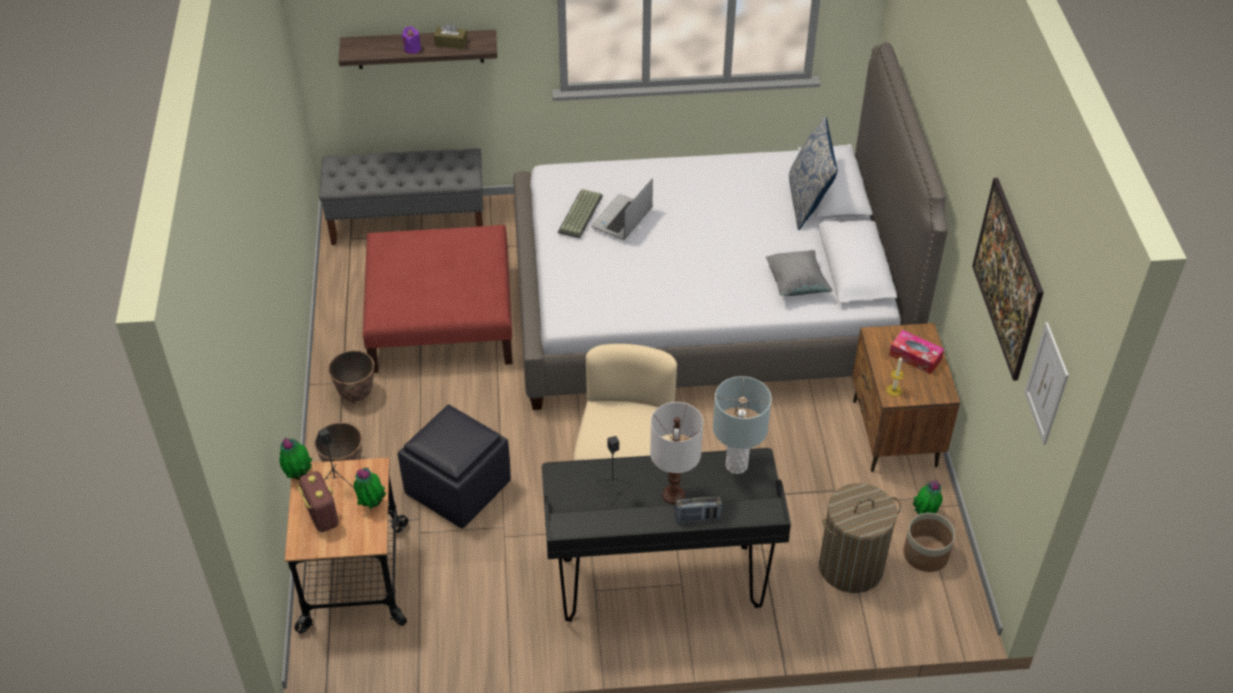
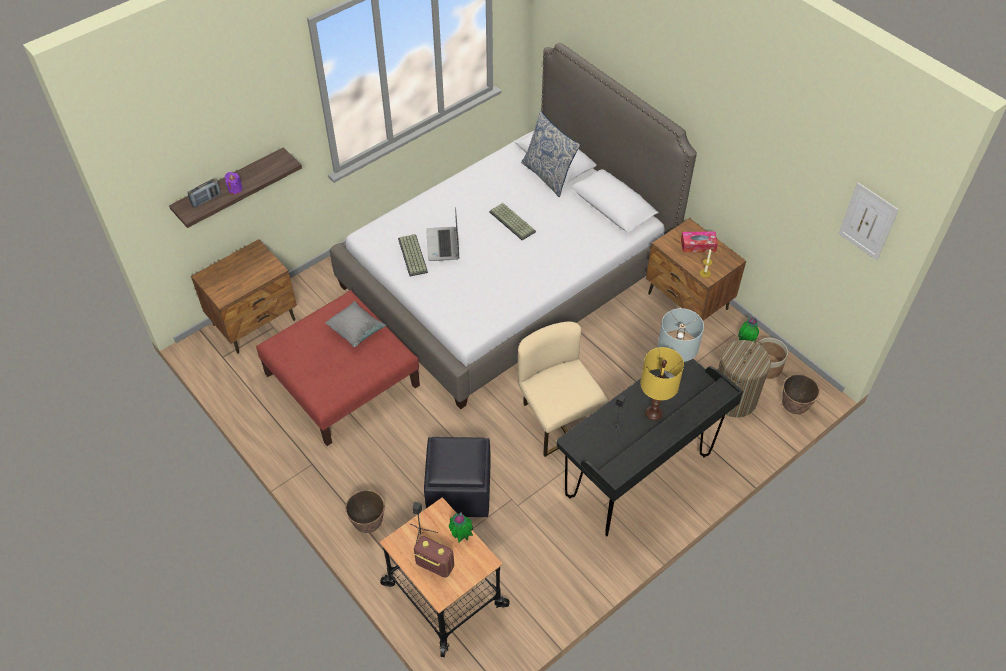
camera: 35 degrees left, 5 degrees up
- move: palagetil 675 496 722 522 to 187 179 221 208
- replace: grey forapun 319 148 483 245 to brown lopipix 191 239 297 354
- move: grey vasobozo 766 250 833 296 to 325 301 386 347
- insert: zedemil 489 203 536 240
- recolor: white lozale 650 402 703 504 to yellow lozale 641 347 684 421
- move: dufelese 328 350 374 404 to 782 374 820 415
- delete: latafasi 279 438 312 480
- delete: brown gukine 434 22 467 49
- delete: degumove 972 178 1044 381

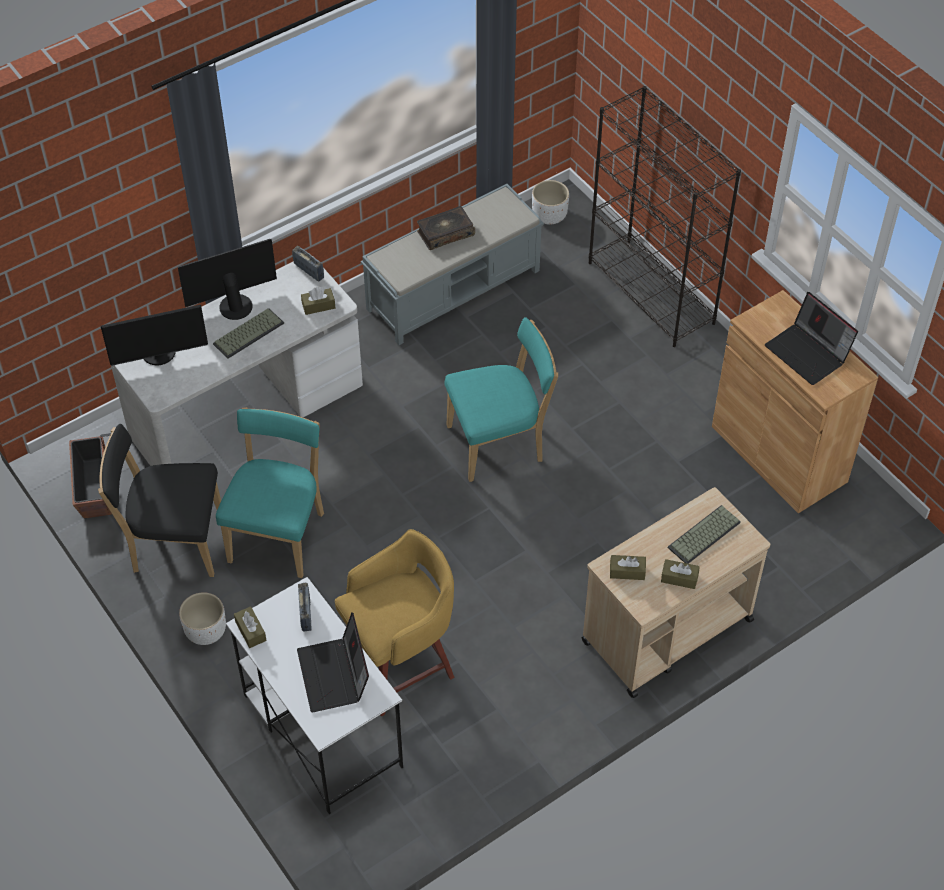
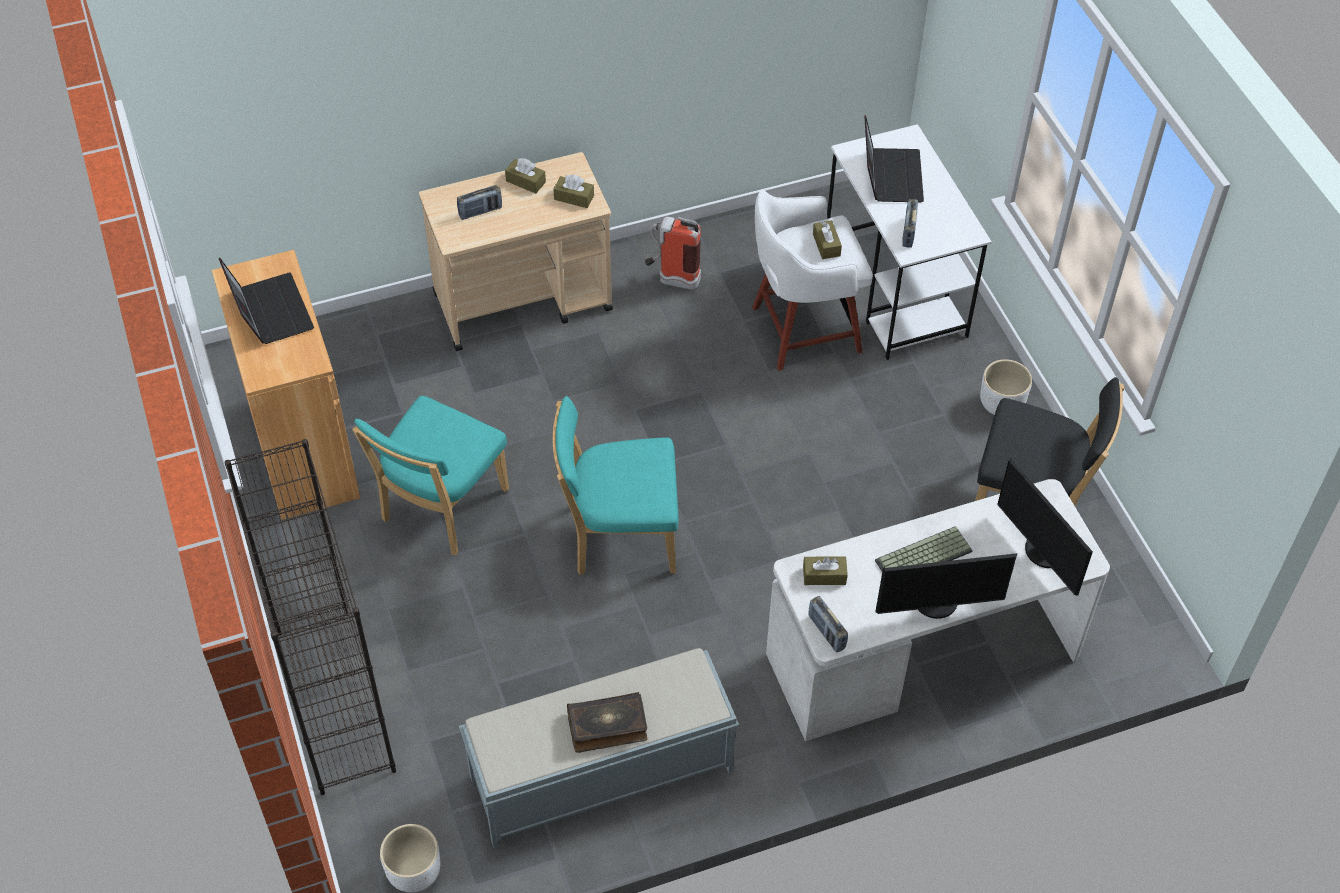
camera: 165 degrees left, 0 degrees up
- move: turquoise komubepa 216 407 324 578 to 352 396 509 555
- replace: zedemil 668 505 741 564 to palagetil 457 185 502 220
- insert: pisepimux 645 216 701 290
- recolor: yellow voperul 335 529 455 716 to white voperul 752 190 873 371
- move: brown gukine 234 606 267 648 to 813 220 842 259
- rotate: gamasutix 101 305 208 366 = 997 458 1093 596 120 degrees counterclockwise
- delete: dufelese 69 433 112 518

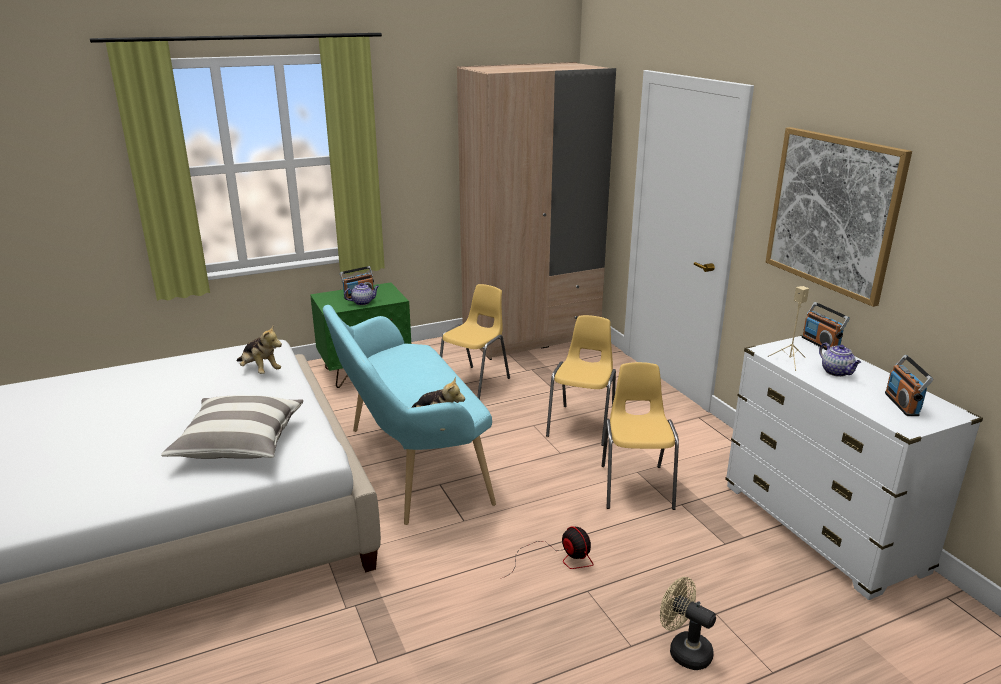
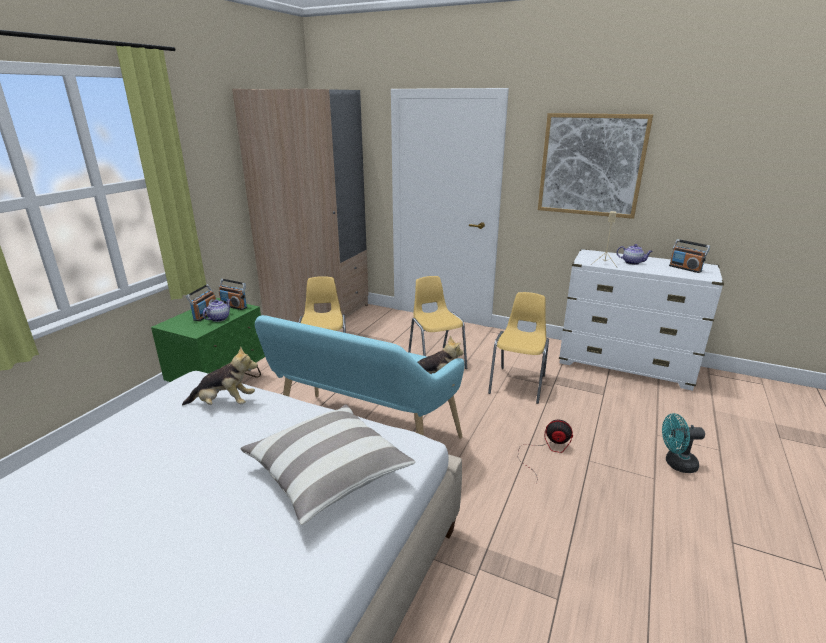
camera: 40 degrees left, 0 degrees up
- move: palagetil 802 302 850 350 to 219 279 247 310
- rotate: yellow komubepa 602 362 679 510 = 488 292 549 404 60 degrees clockwise
- recolor: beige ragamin 660 577 716 670 to turquoise ragamin 662 413 705 473

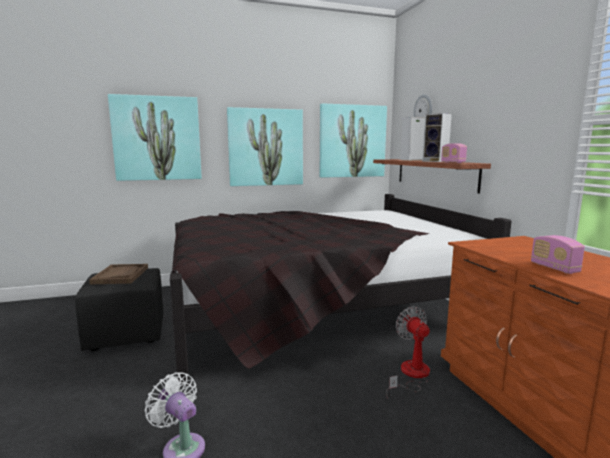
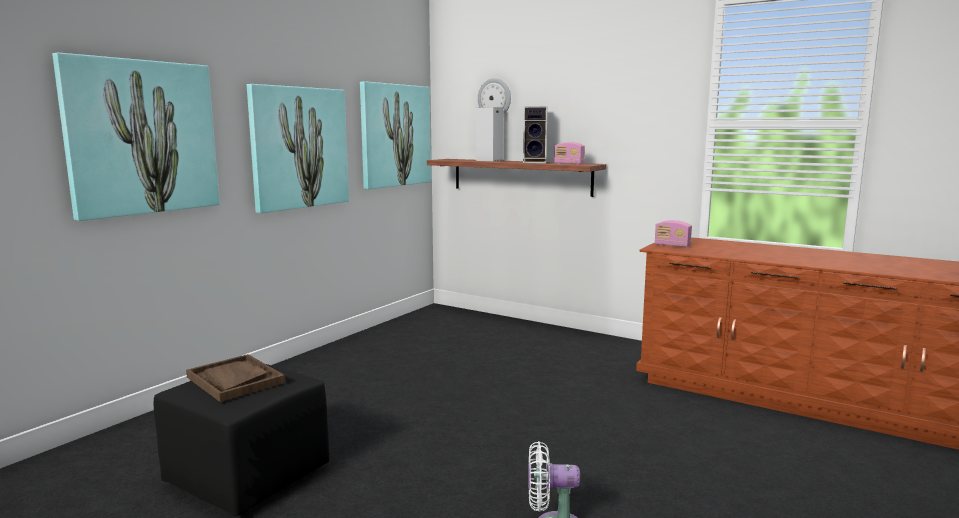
camera: 40 degrees left, 0 degrees up
- move: palagetil 531 235 585 274 to 655 220 692 248
- delete: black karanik 170 194 512 387
- delete: ragamin 386 306 430 399

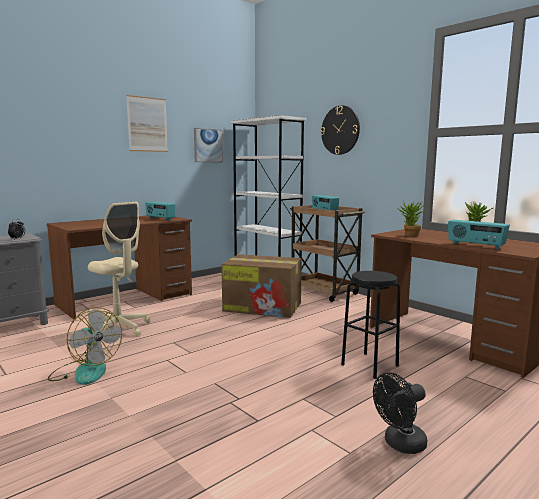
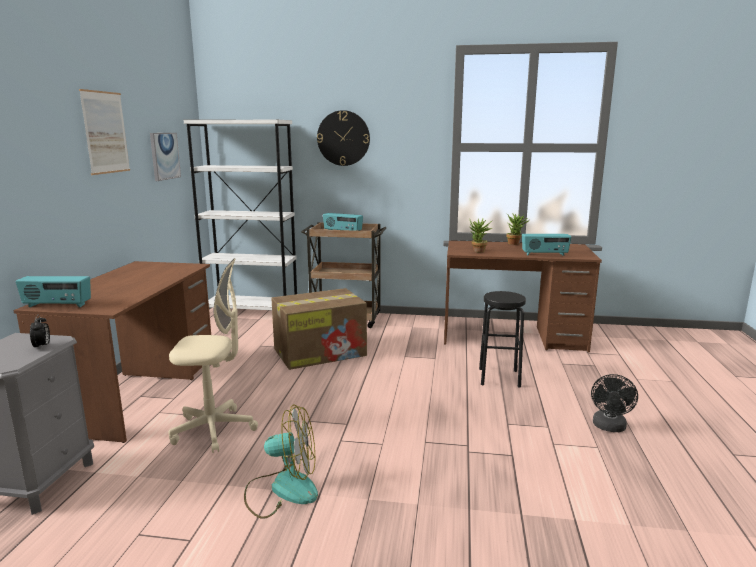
camera: 40 degrees left, 5 degrees up
- move: palagetil 145 202 175 221 to 16 276 91 307

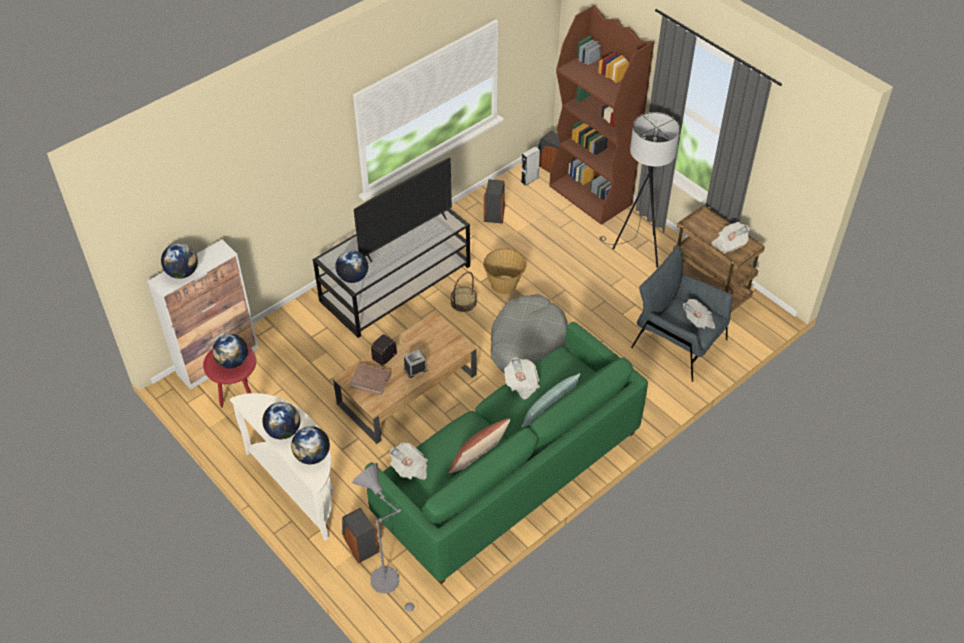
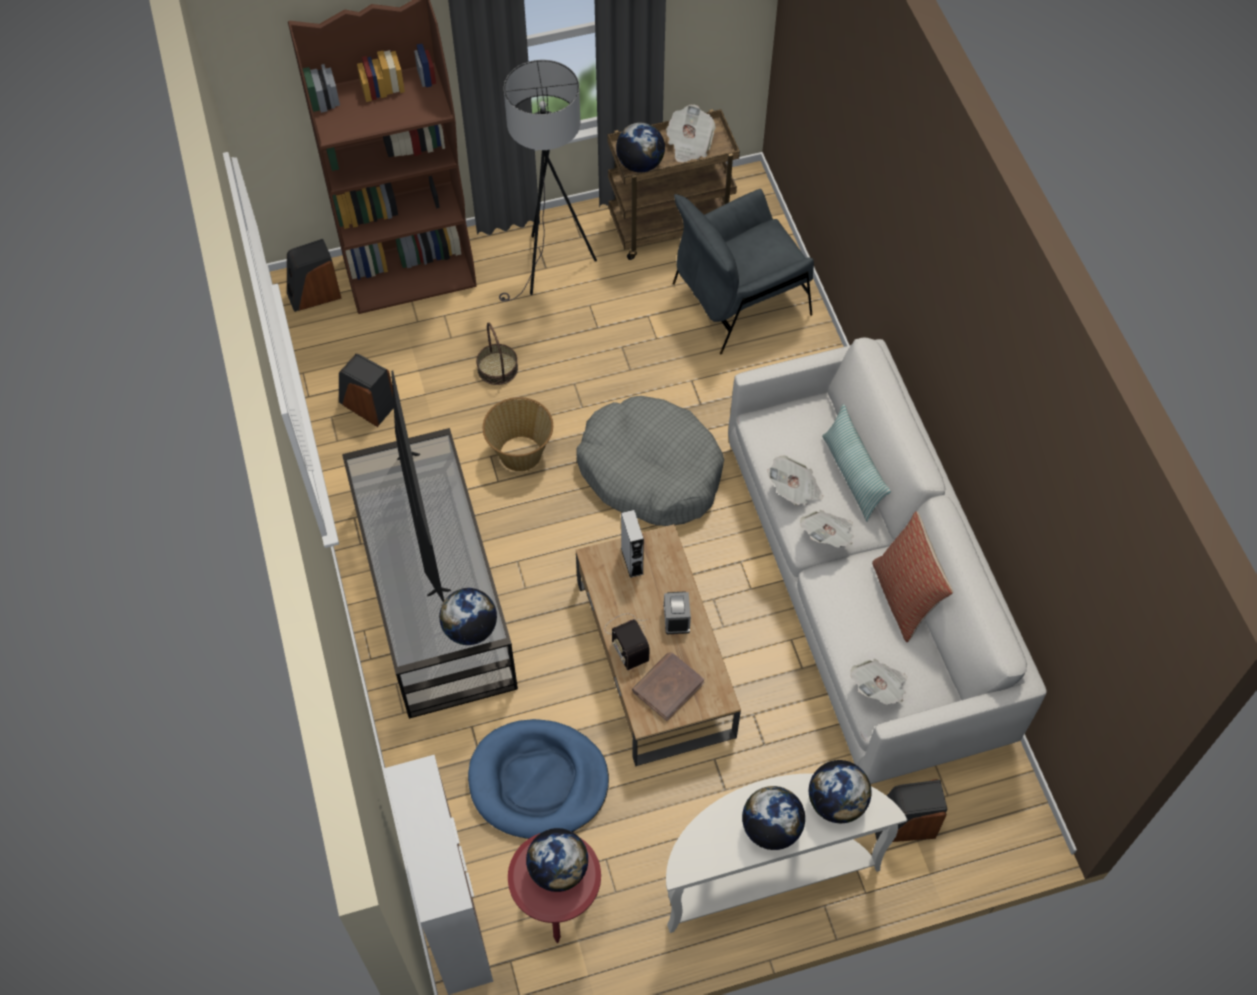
camera: 65 degrees left, 10 degrees up
- insert: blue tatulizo 468 719 609 839
- move: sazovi 450 272 477 312 to 476 322 518 385
- move: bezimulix 161 243 198 279 to 616 123 665 173
- move: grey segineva 521 146 540 186 to 621 510 644 578
- recolor: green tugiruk 365 322 648 584 to white tugiruk 728 338 1047 784
- move: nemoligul 683 299 715 329 to 800 510 854 548
- delete: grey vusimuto 352 463 418 612

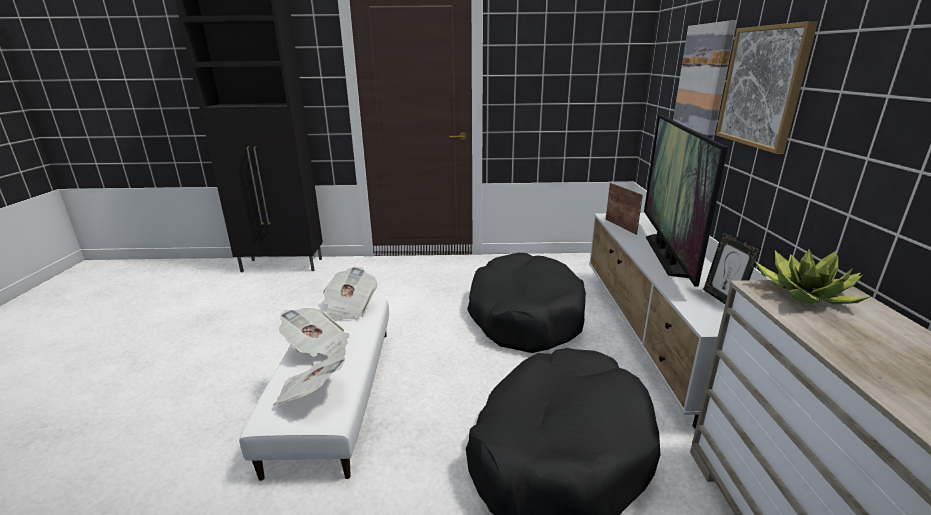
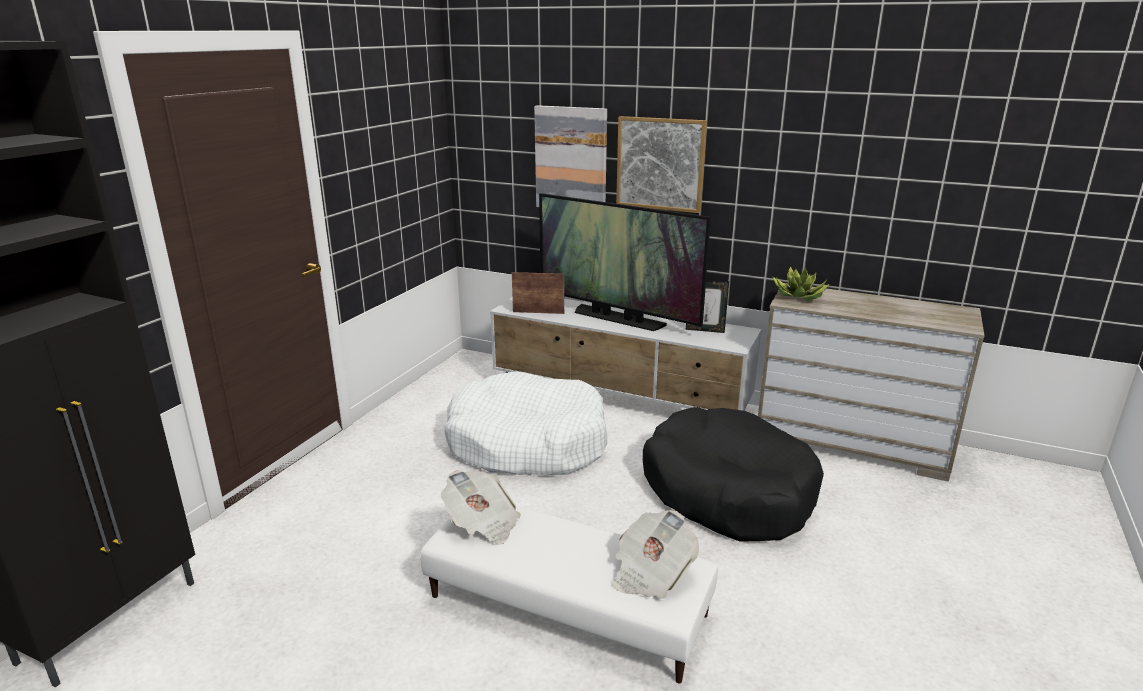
camera: 65 degrees left, 0 degrees up
- recolor: black tatulizo 467 253 586 353 to white tatulizo 444 372 607 475
- delete: nemoligul 279 308 349 357

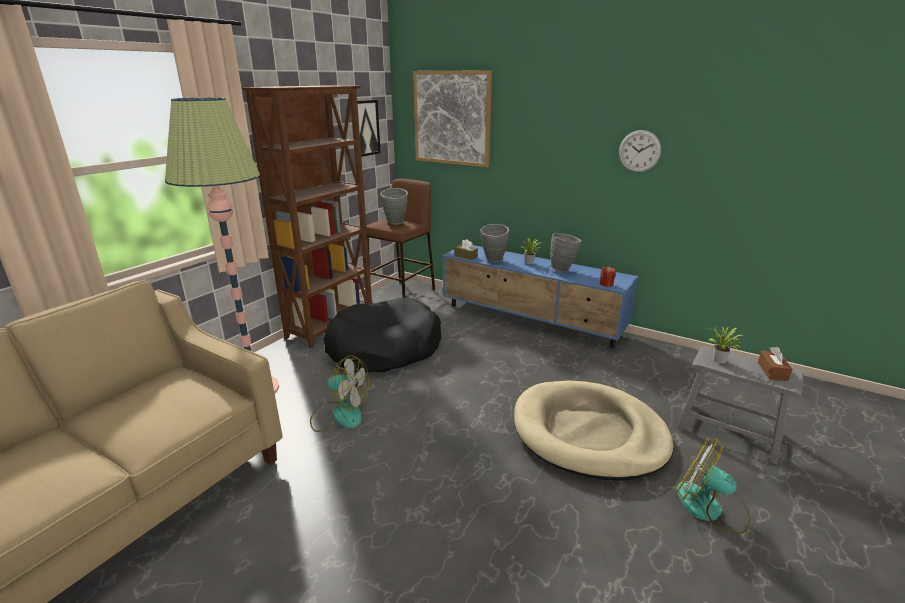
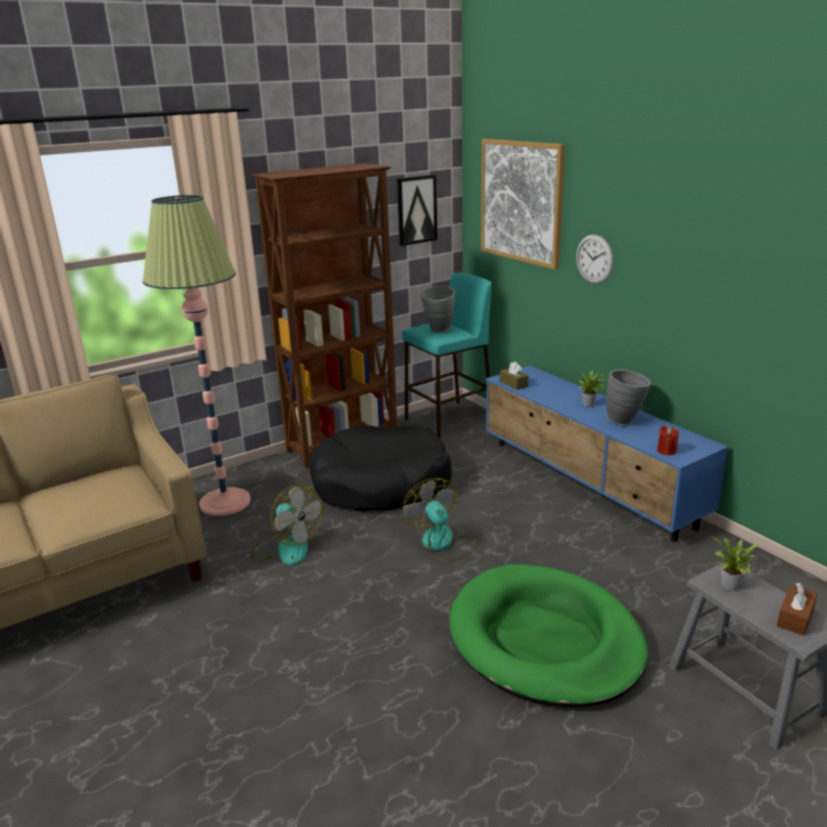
camera: 25 degrees right, 0 degrees up
- recolor: brown voperul 366 179 435 298 to turquoise voperul 402 272 492 439
- move: ragamin 677 438 750 534 to 403 478 479 562
- recolor: beige tatulizo 514 381 674 481 to green tatulizo 450 564 648 707
- move: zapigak 619 130 661 172 to 576 234 613 284
- delete: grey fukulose 480 224 509 263

